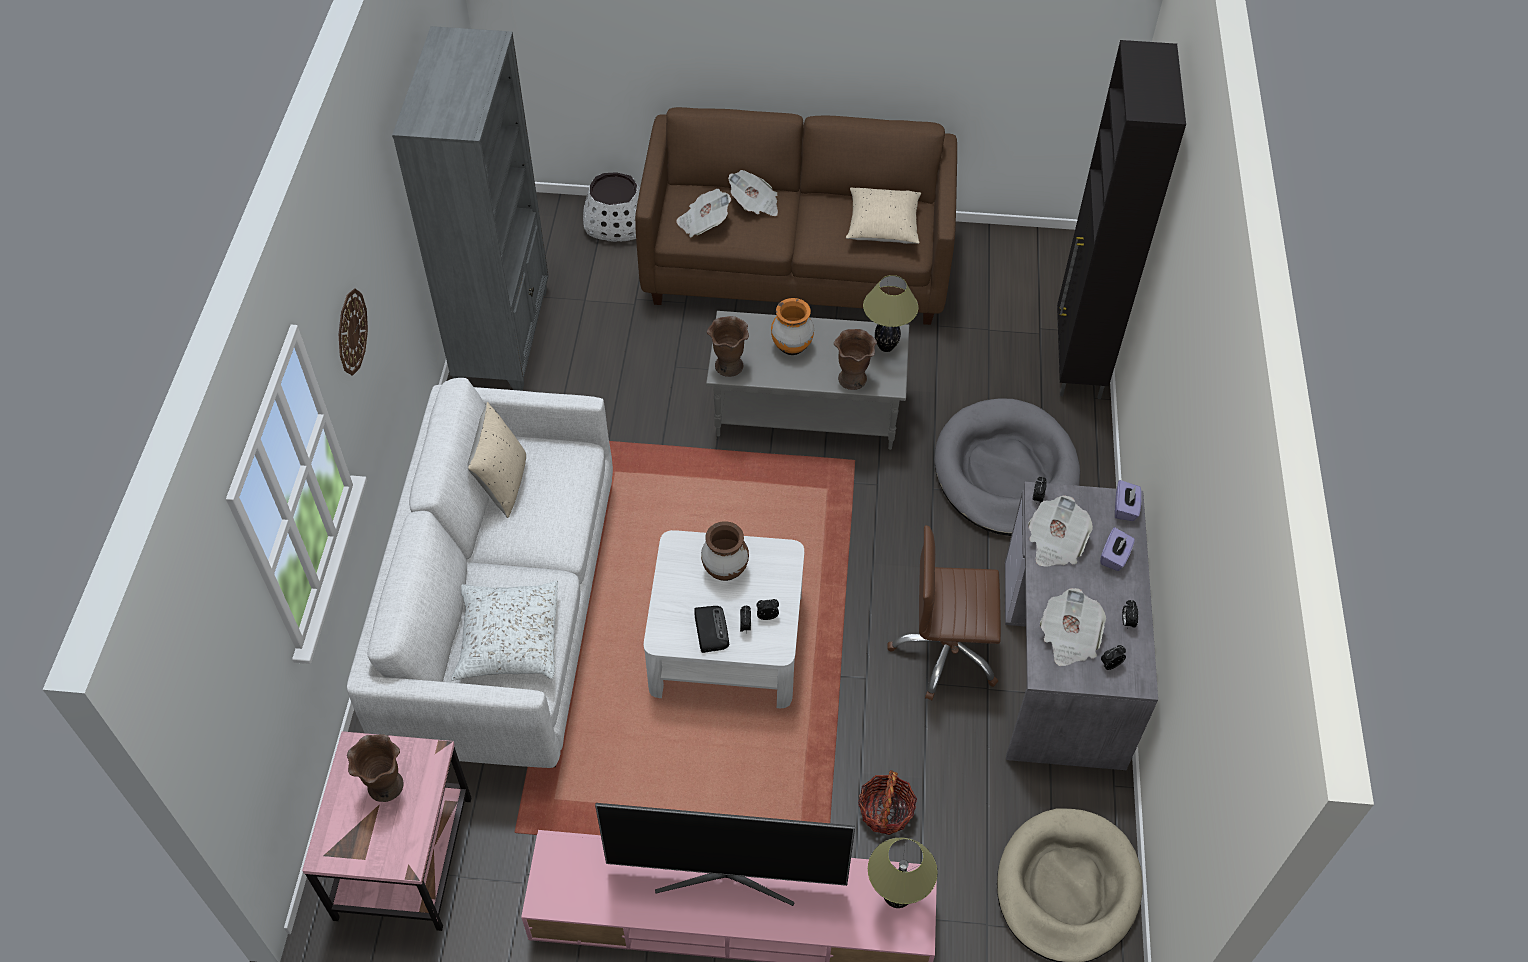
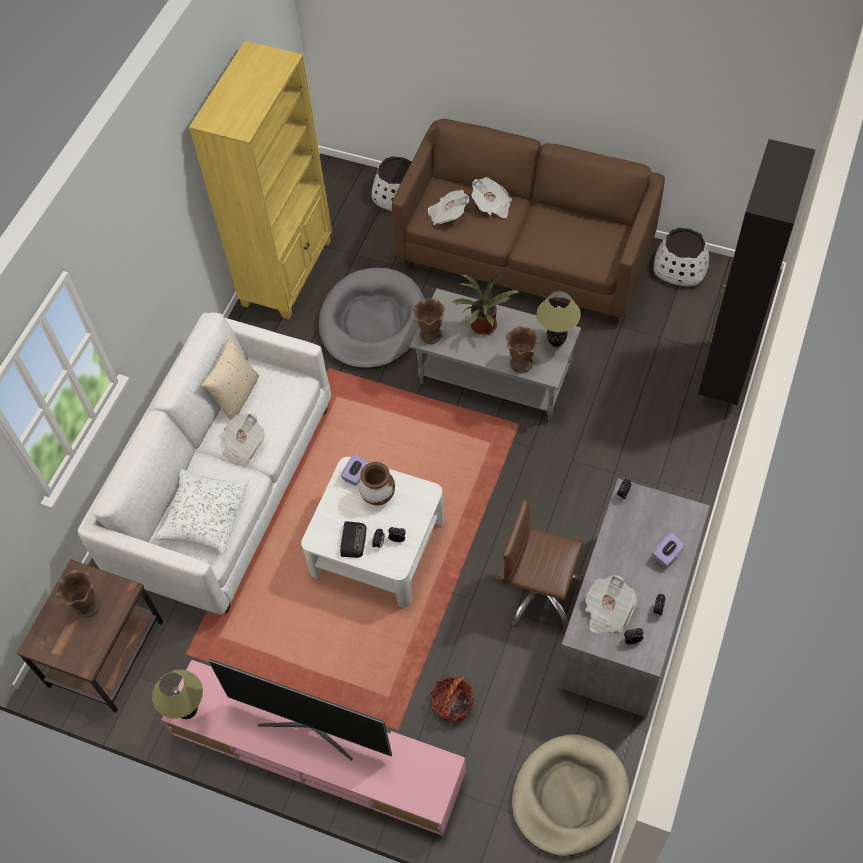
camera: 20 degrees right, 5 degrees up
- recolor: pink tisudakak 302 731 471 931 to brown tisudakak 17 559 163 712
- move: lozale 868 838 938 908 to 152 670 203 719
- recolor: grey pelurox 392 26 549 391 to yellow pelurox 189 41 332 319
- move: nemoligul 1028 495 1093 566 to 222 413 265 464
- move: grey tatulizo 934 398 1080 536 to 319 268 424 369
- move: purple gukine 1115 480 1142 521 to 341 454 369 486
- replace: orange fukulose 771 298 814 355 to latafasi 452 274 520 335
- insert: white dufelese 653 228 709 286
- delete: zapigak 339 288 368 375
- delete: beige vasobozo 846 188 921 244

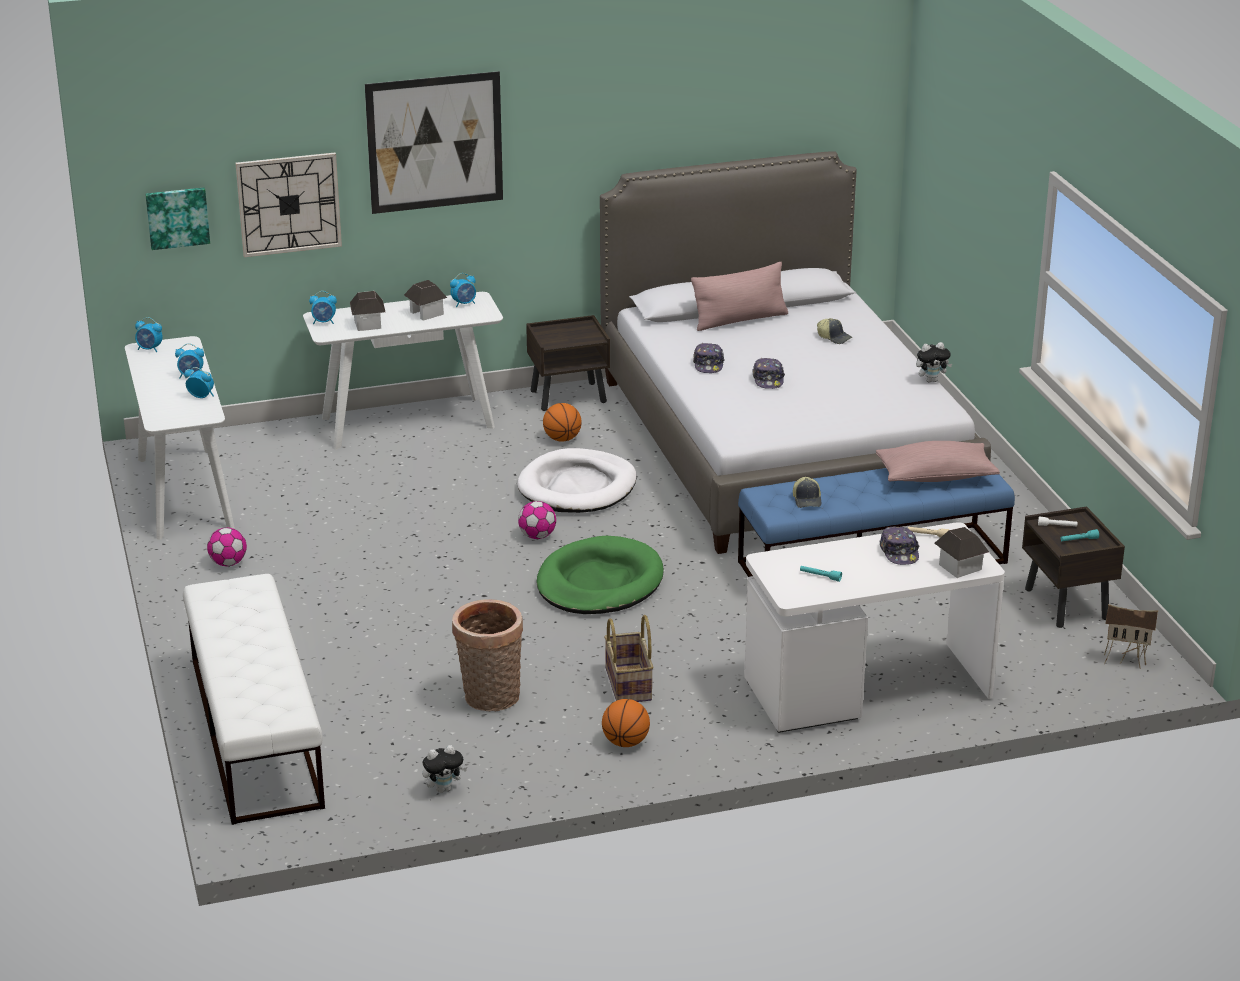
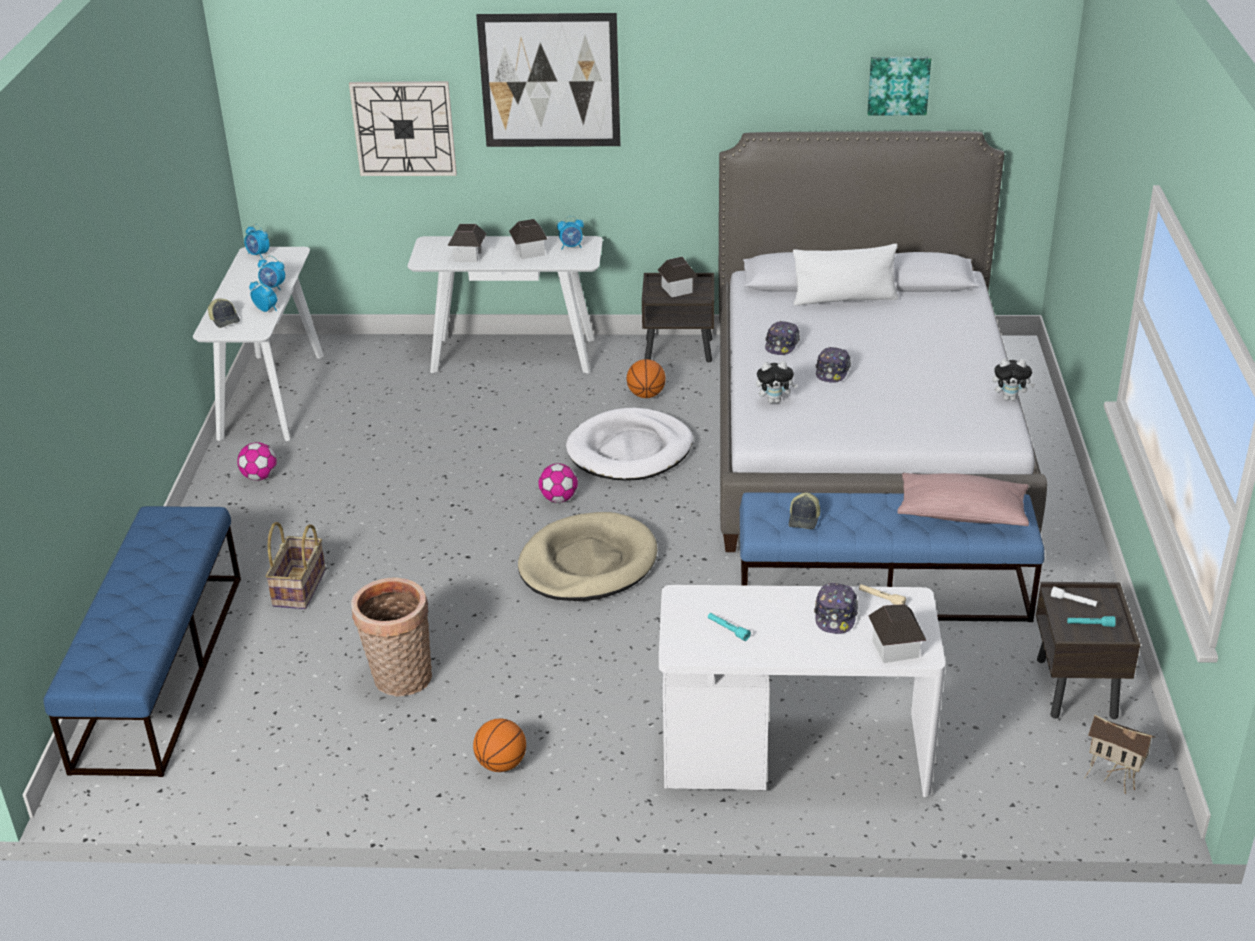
camera: 20 degrees right, 5 degrees up
- recolor: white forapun 183 574 325 825 to blue forapun 43 506 241 777
- move: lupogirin 817 318 852 344 to 208 299 240 328
- move: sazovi 604 615 654 702 to 265 522 326 609
- recolor: green tatulizo 536 536 664 614 to beige tatulizo 518 512 657 601
- insert: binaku 658 256 698 297
- move: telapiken 422 745 467 793 to 756 361 798 404
- recolor: pink vasobozo 691 262 788 331 to white vasobozo 793 244 898 306
- move: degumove 145 188 210 250 to 867 57 931 116
- delete: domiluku 309 291 337 324

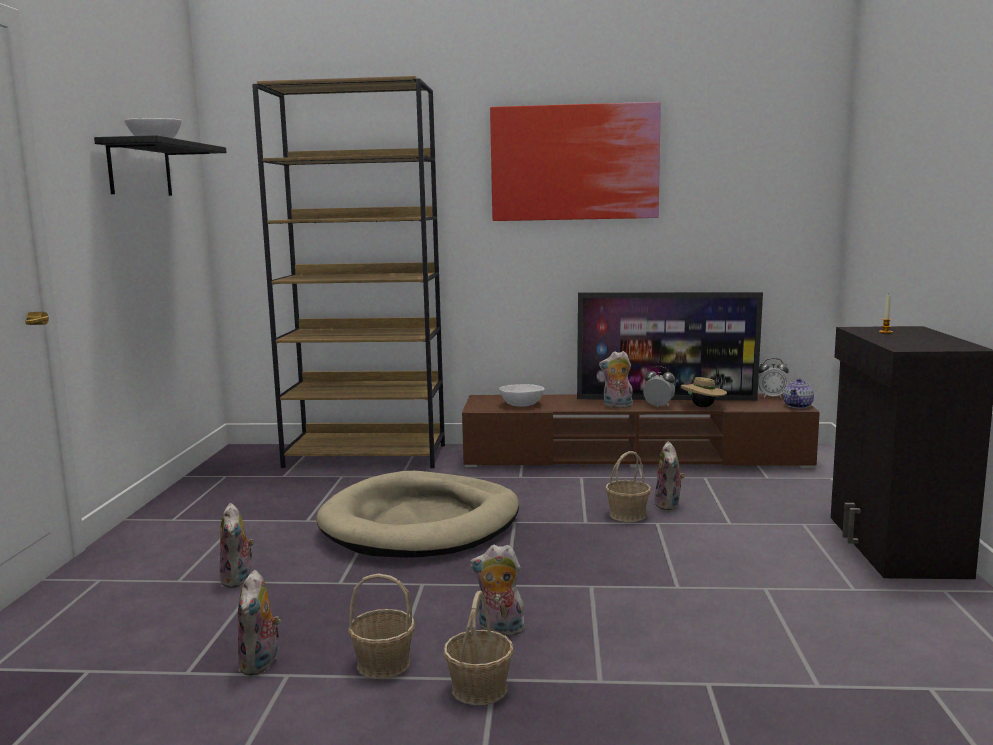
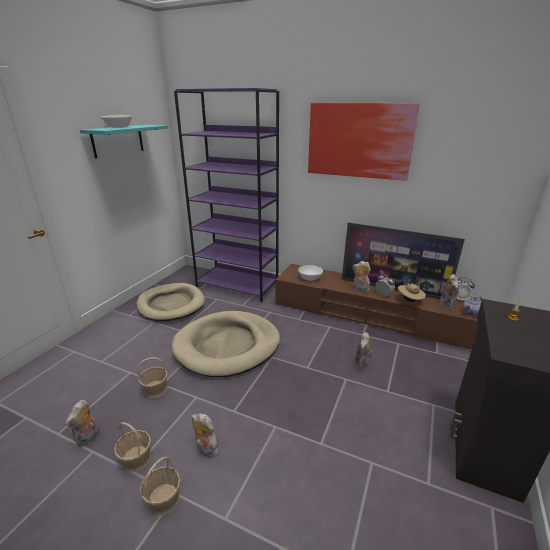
camera: 20 degrees right, 15 degrees up
- recolor: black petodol 94 135 227 196 to turquoise petodol 80 125 168 159
- insert: beige tatulizo 136 283 205 321
- move: sazovi 605 451 651 522 to 138 357 168 398
- recolor: brown pelurox 252 76 445 468 to purple pelurox 174 88 279 302
- move: telapiken 219 503 254 588 to 439 274 459 310

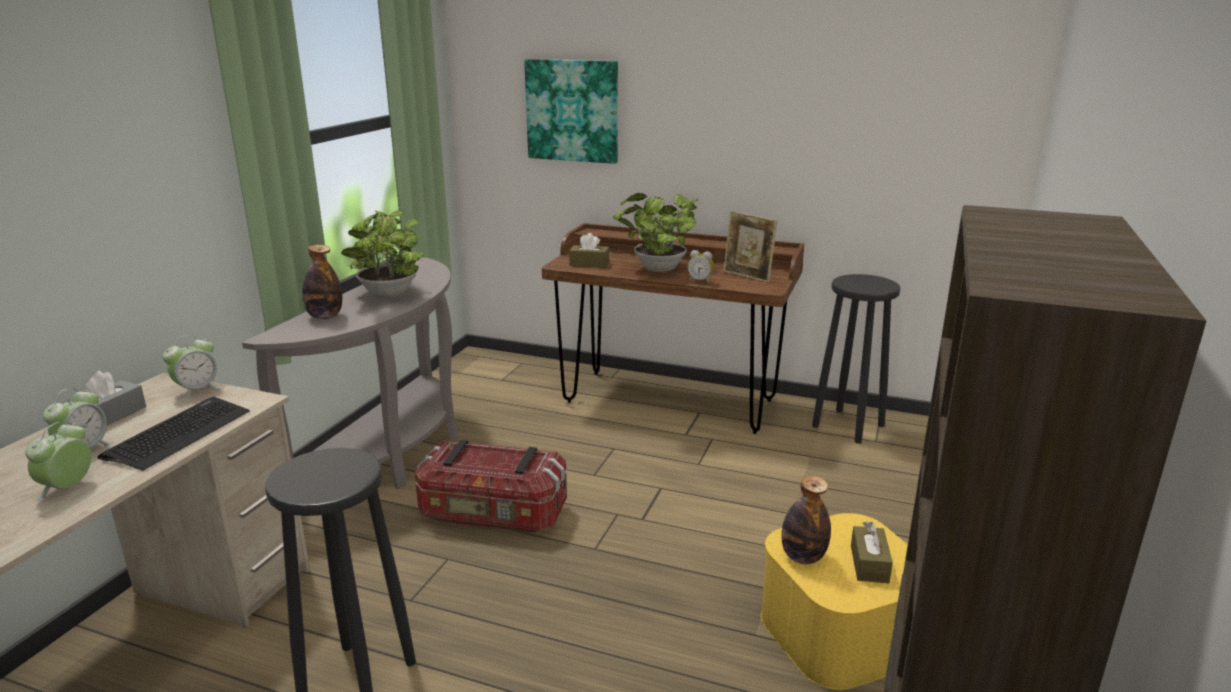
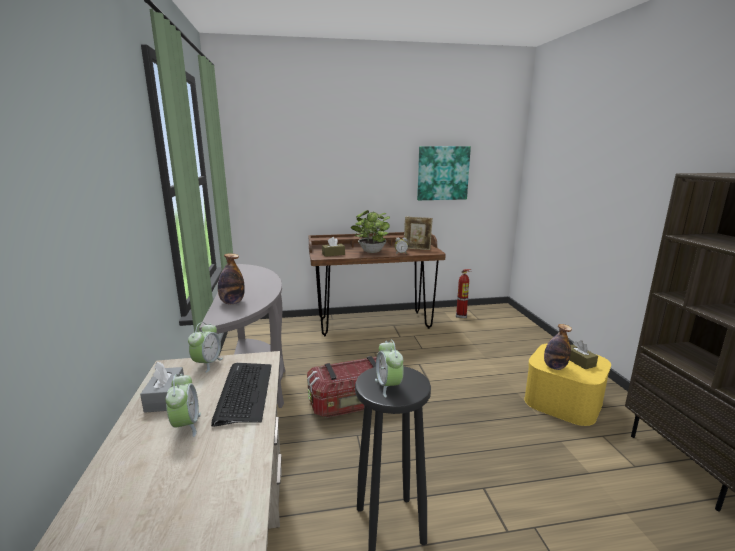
camera: 30 degrees left, 5 degrees down
- move: domiluku 25 422 91 500 to 375 340 404 397
- move: degumove 524 59 618 164 to 417 146 471 200
- replace: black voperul 812 274 900 444 to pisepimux 456 269 471 318
- delete: latafasi 341 210 424 298

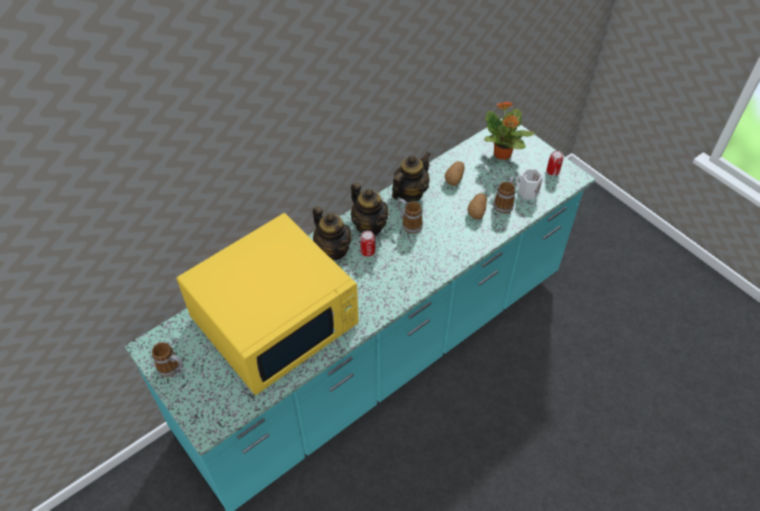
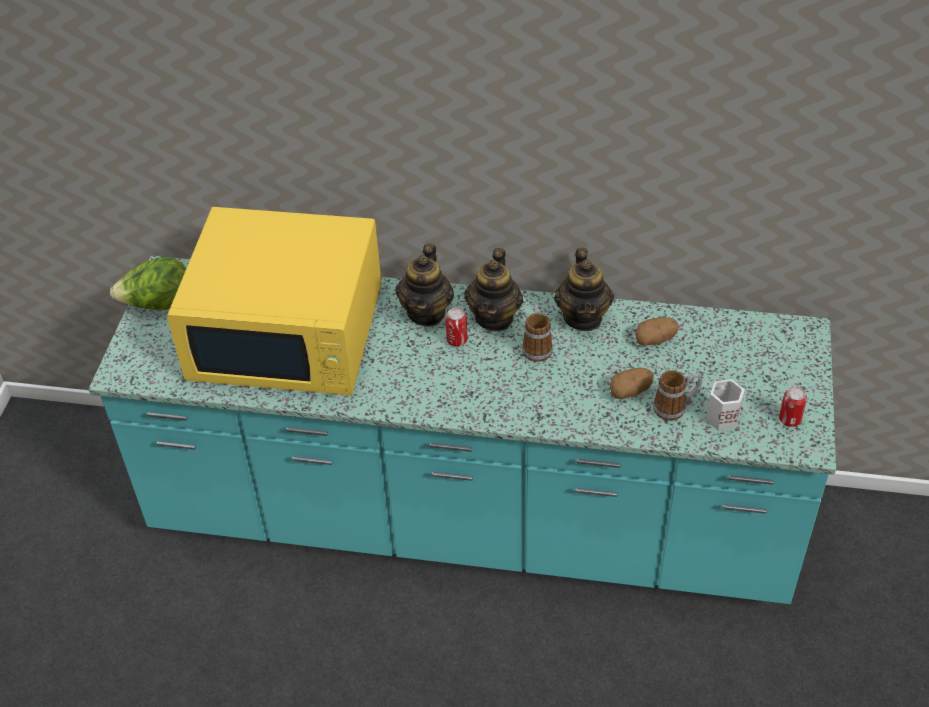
camera: 50 degrees right, 5 degrees down
- replace: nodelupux 152 342 183 377 to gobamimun 110 257 186 311
- rotate: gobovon 392 152 430 202 = 554 248 614 331 90 degrees clockwise
- delete: latafasi 484 101 535 160

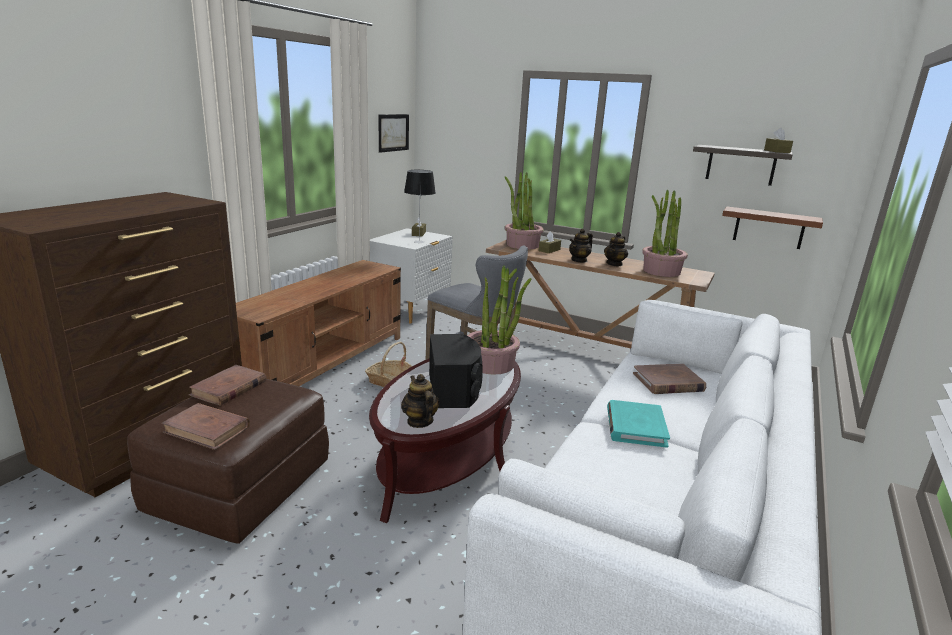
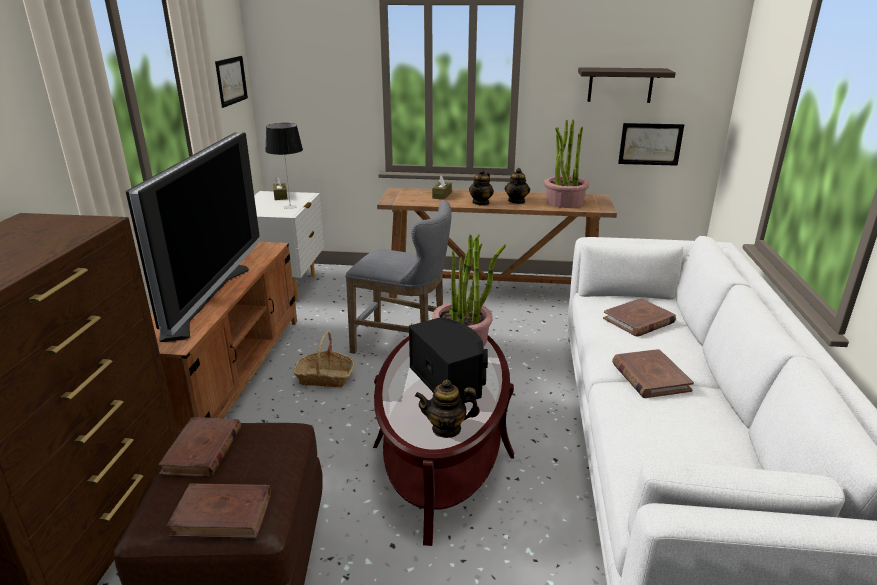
camera: 20 degrees left, 5 degrees up
- insert: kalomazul 126 132 260 342
- rotate: gobovon 401 374 439 428 = 415 380 480 438 45 degrees counterclockwise
- recolor: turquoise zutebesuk 607 400 670 448 to brown zutebesuk 612 349 694 398
- replace: brown petodol 722 207 823 249 to degumove 618 123 684 166
- delete: latafasi 505 172 544 249
- delete: brown gukine 764 128 793 153

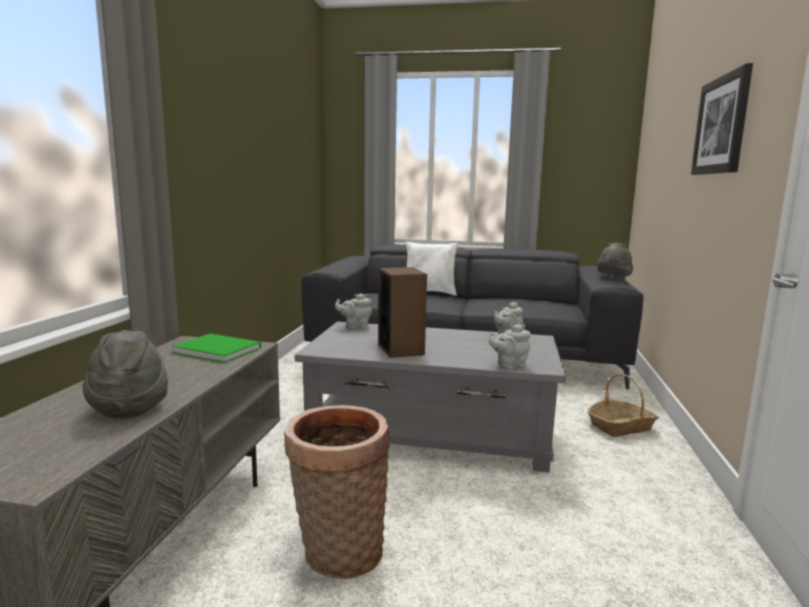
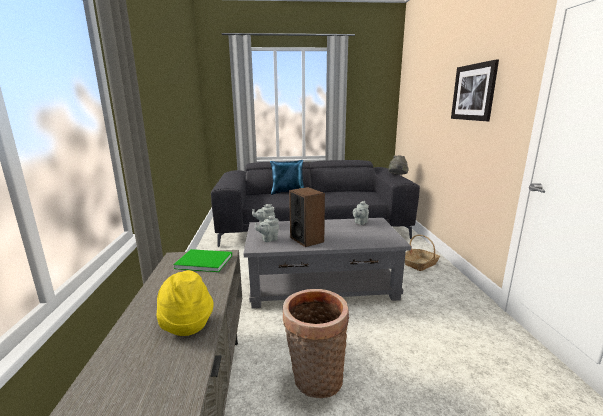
camera: 15 degrees left, 5 degrees up
- recolor: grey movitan 83 330 168 419 to yellow movitan 157 270 213 336
- move: grey gobovon 488 324 531 370 to 255 215 279 242
- recolor: white vasobozo 406 242 458 296 to blue vasobozo 270 160 304 195

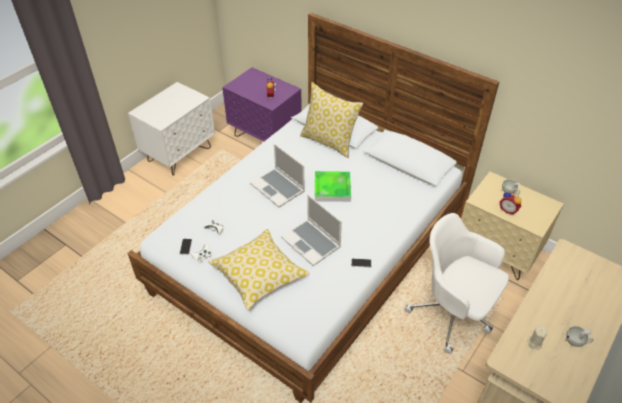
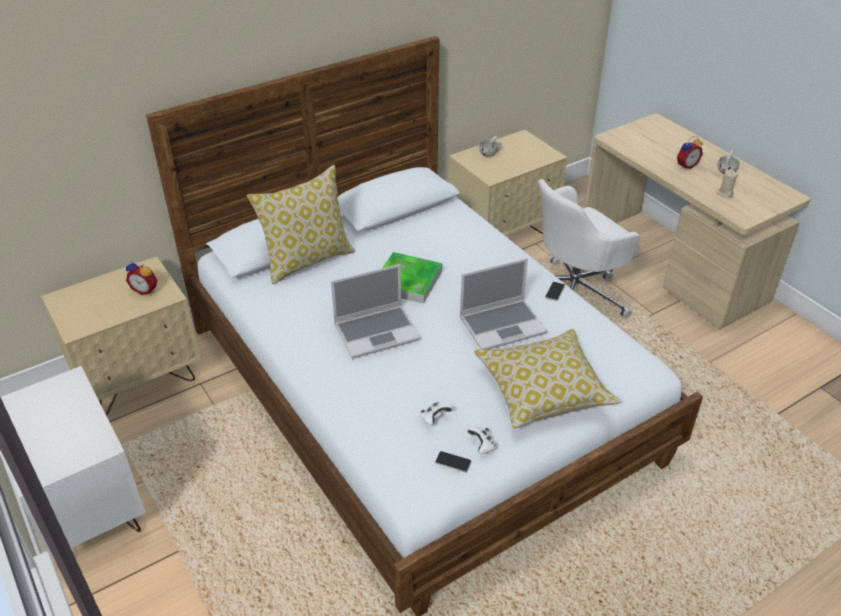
camera: 70 degrees left, 5 degrees down
- recolor: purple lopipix 222 67 302 142 to beige lopipix 41 256 201 416
- move: domiluku 500 191 522 214 to 677 136 703 169

